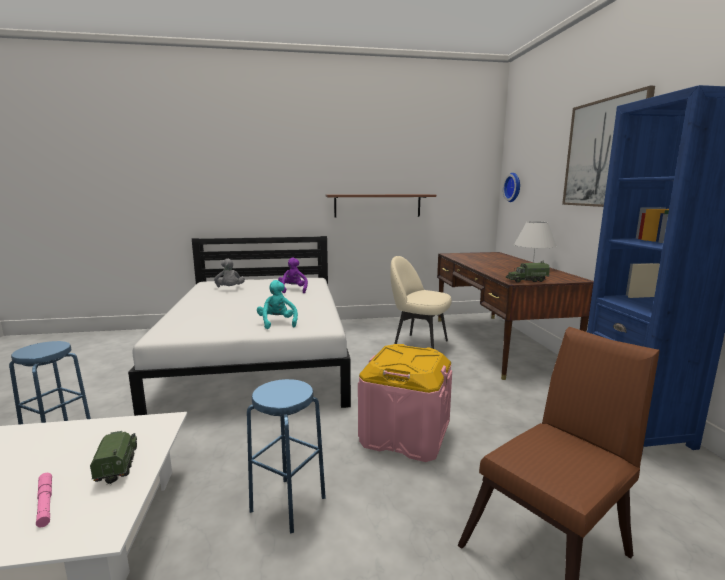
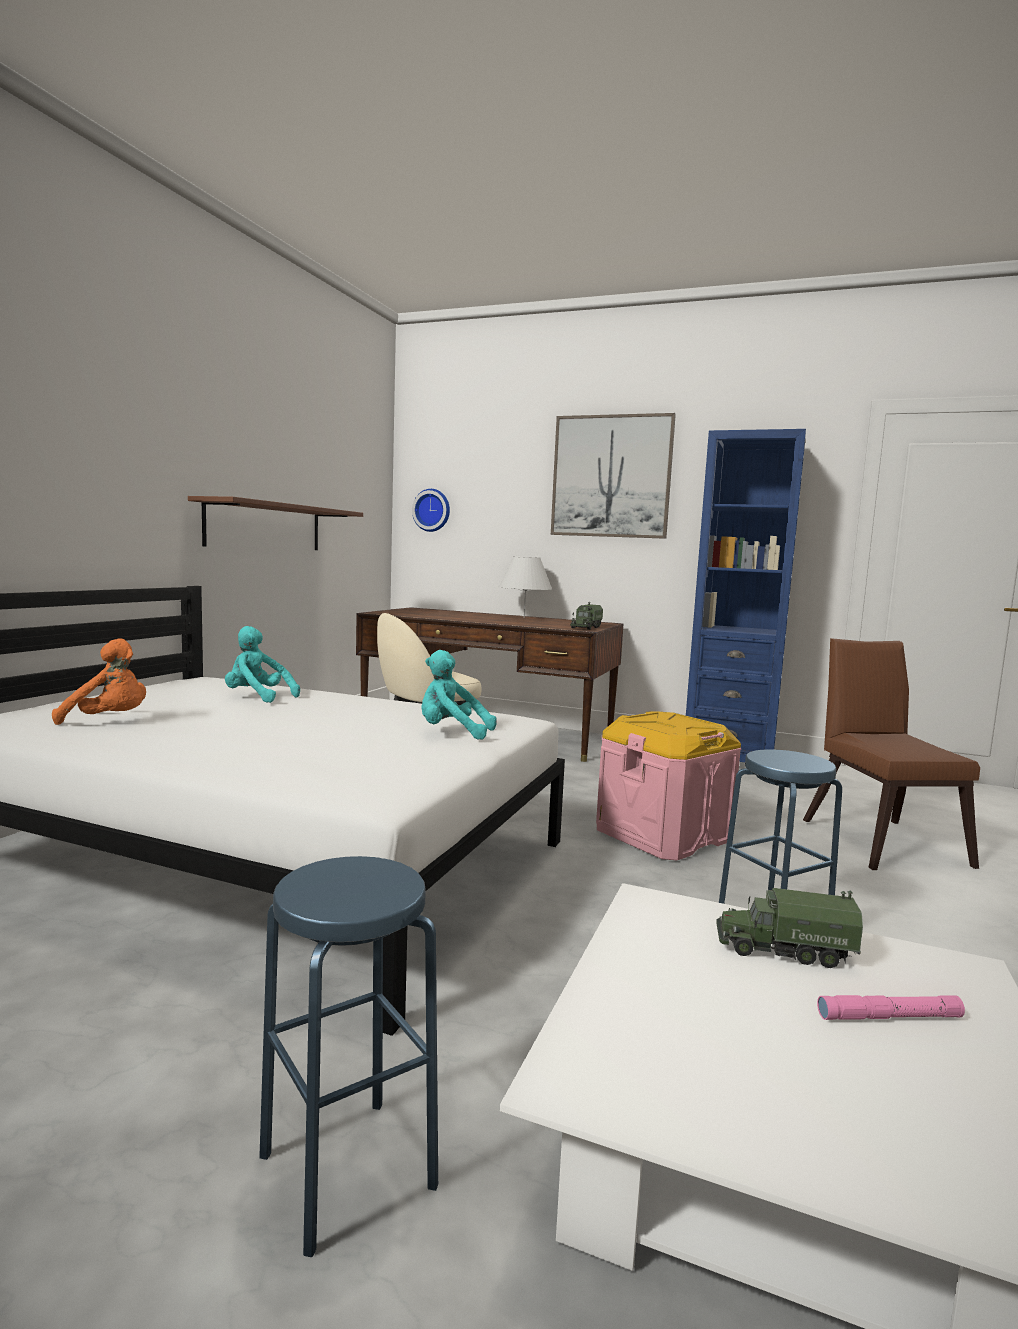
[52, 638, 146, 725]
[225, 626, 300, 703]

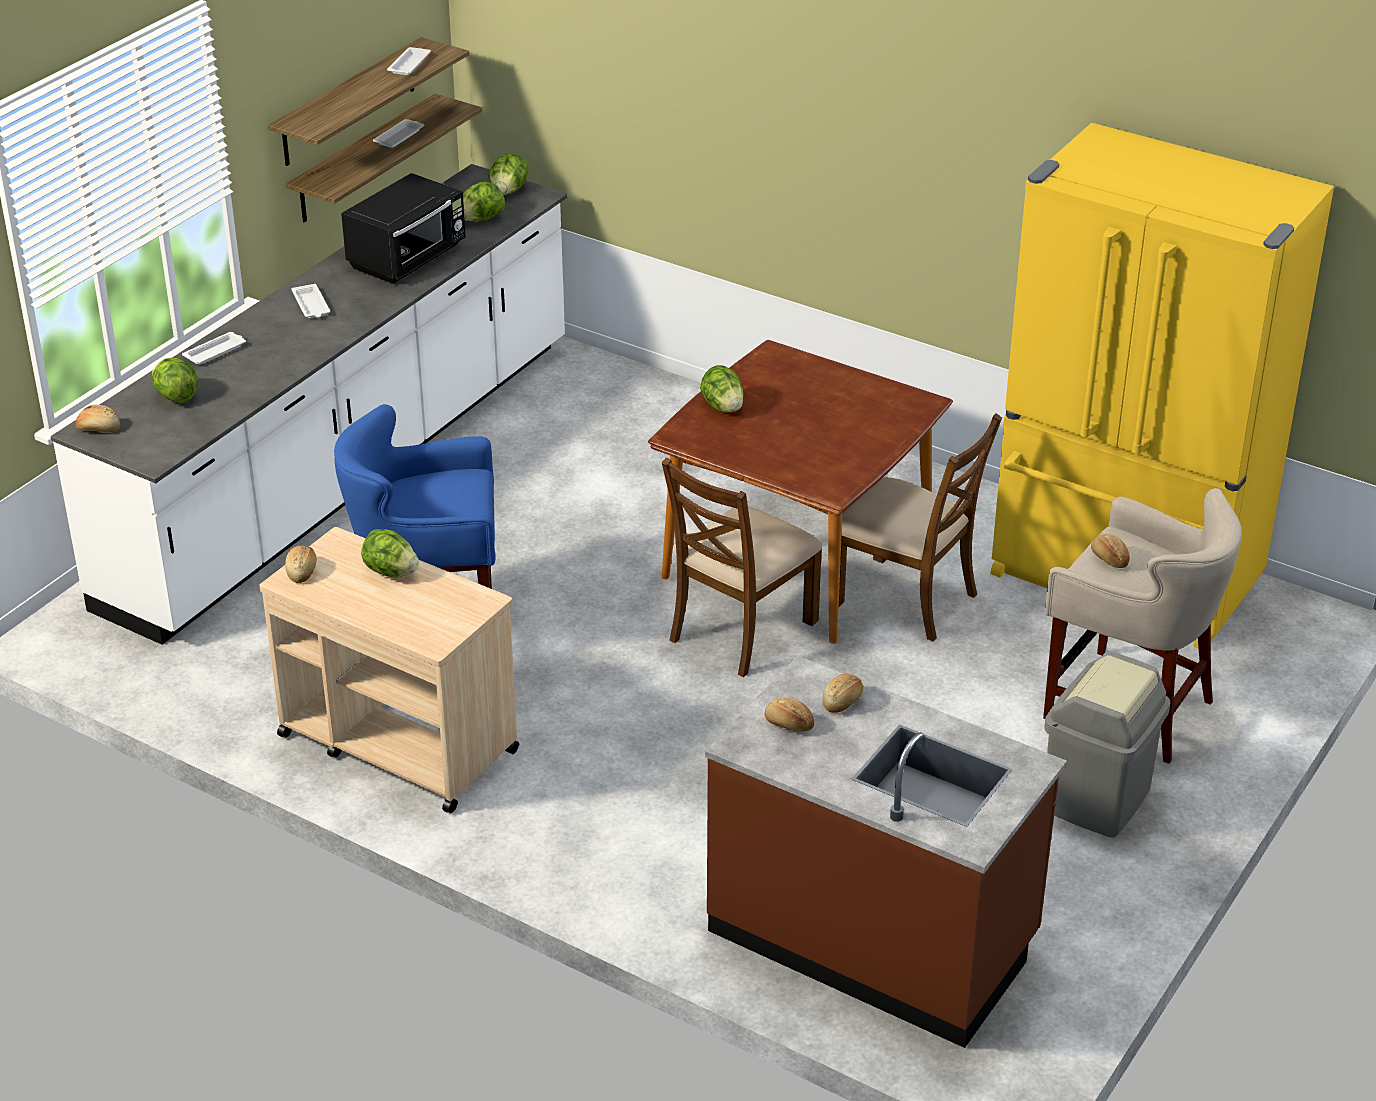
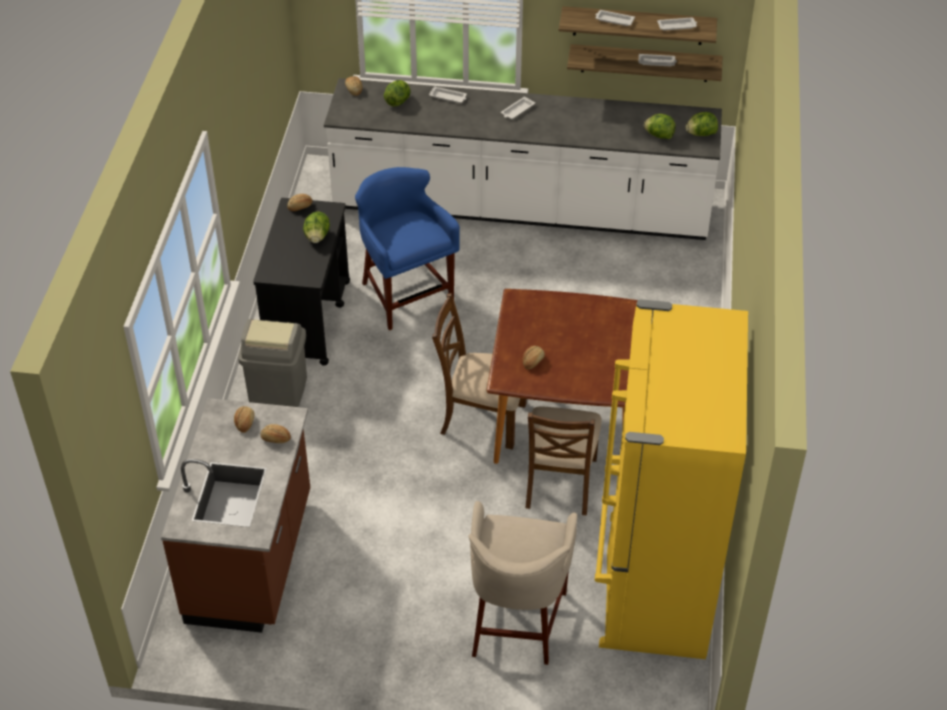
[341, 173, 466, 284] (first image)
[700, 365, 744, 412] (first image)
[595, 10, 635, 26]
[238, 319, 307, 407]
[523, 346, 545, 369]
[253, 198, 350, 366]

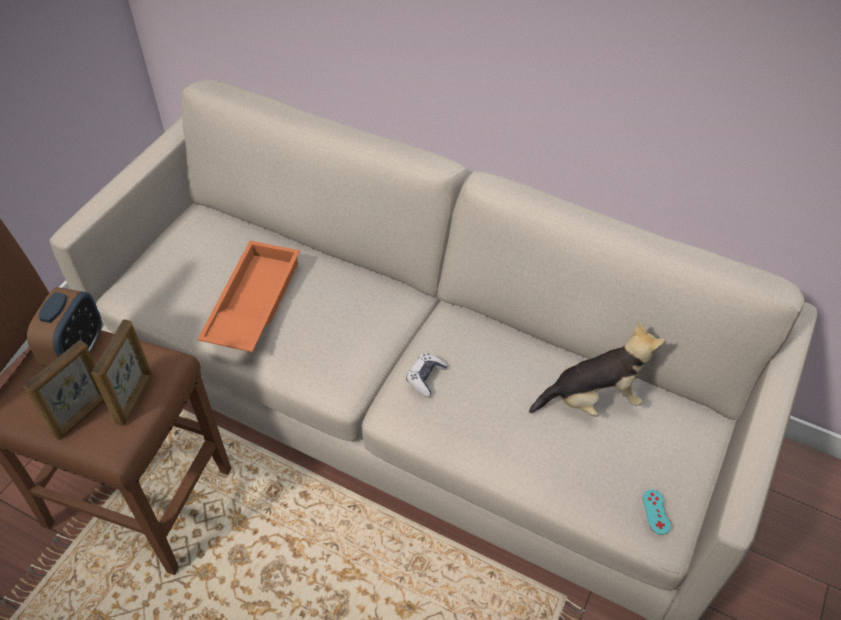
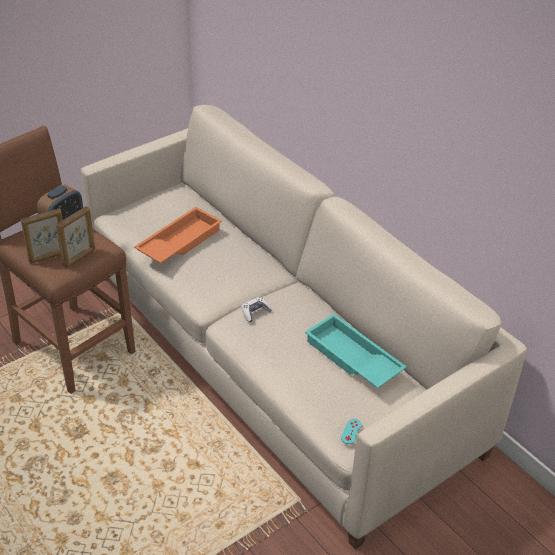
[305, 314, 407, 388]

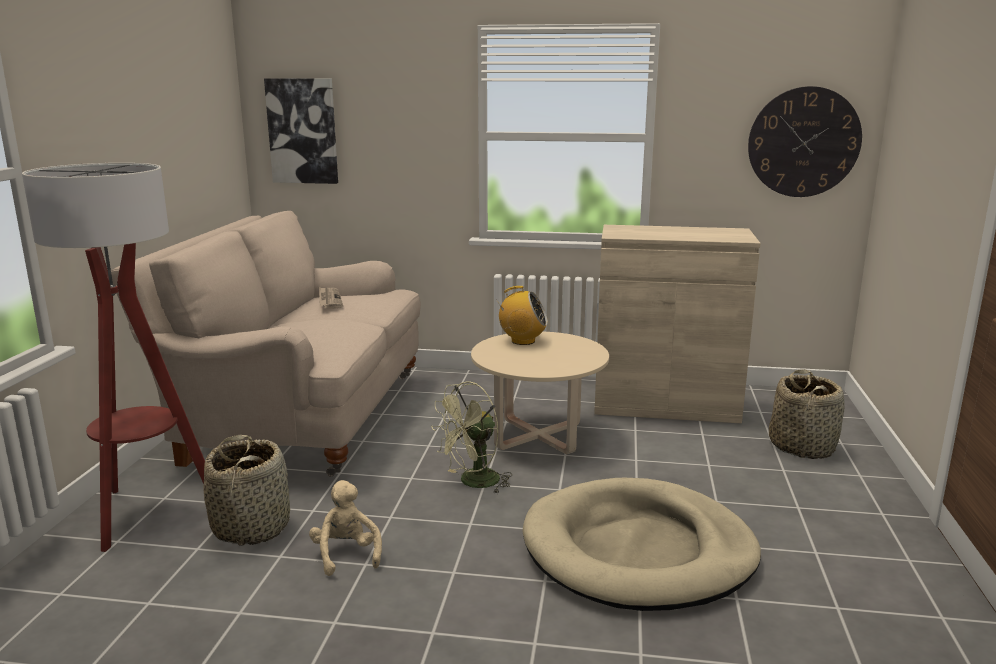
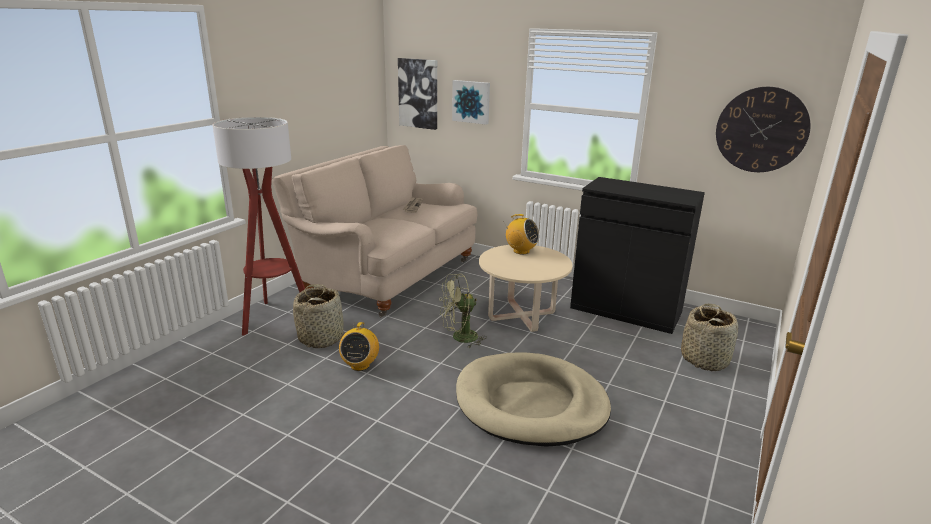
[452, 80, 490, 125]
[339, 322, 379, 371]
[570, 177, 705, 334]

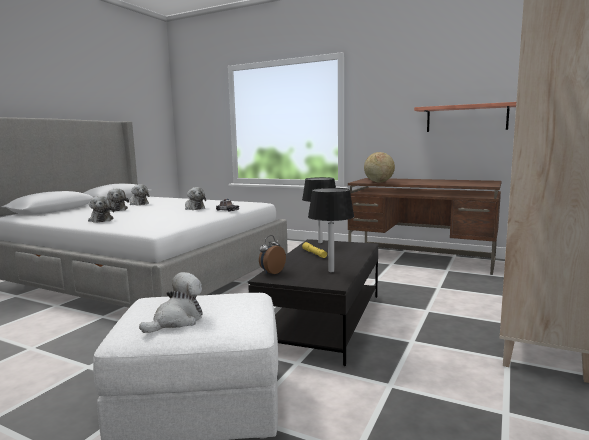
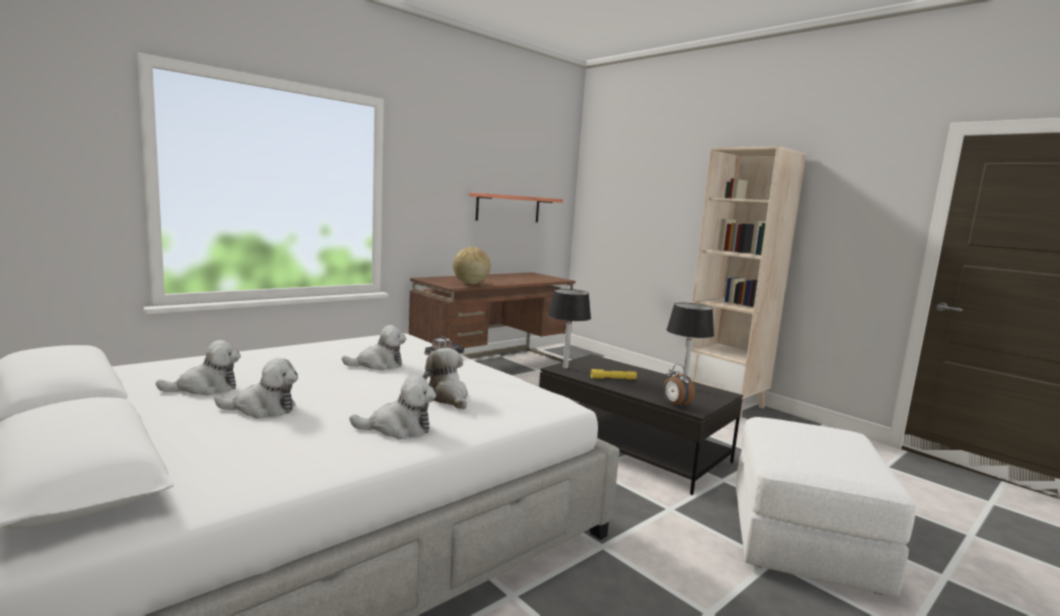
[423, 348, 468, 409]

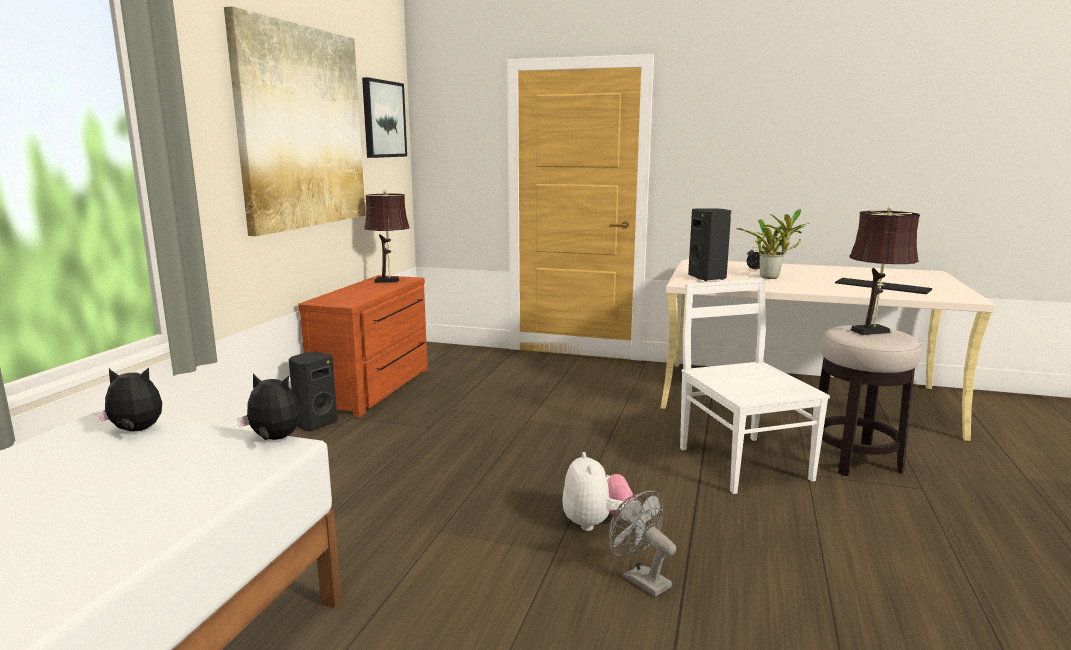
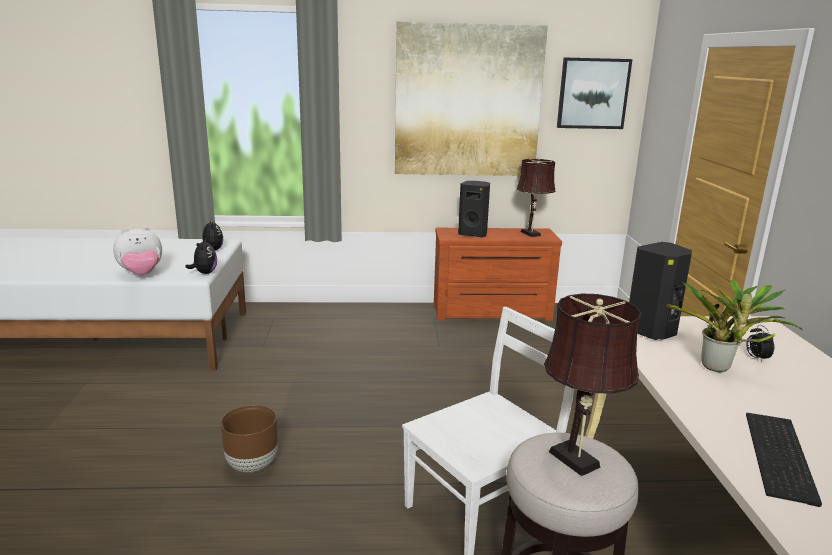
[458, 181, 490, 238]
[113, 226, 162, 275]
[221, 405, 278, 473]

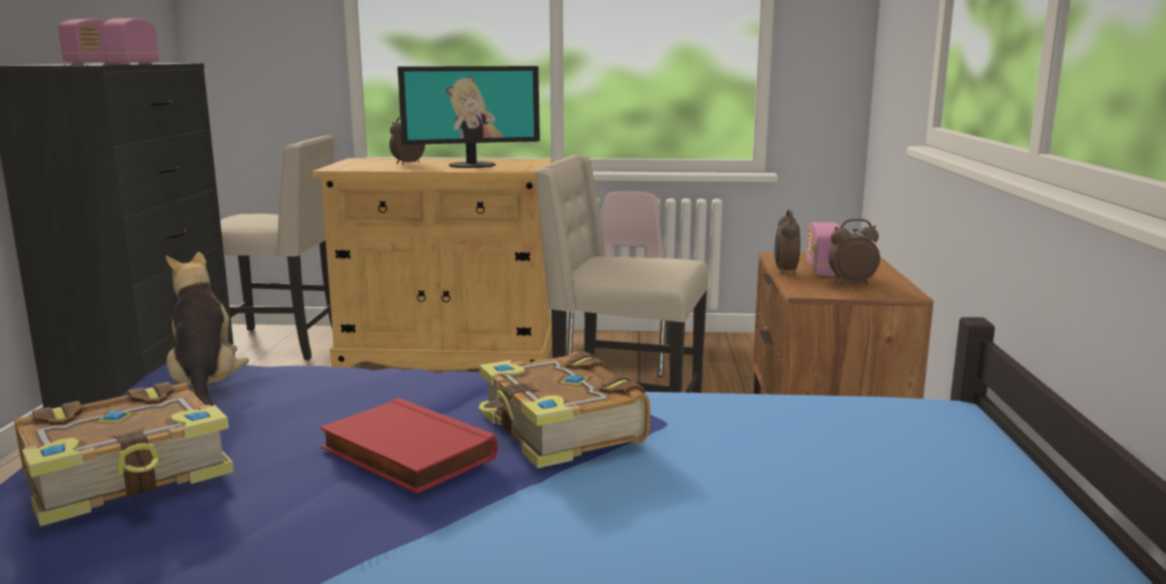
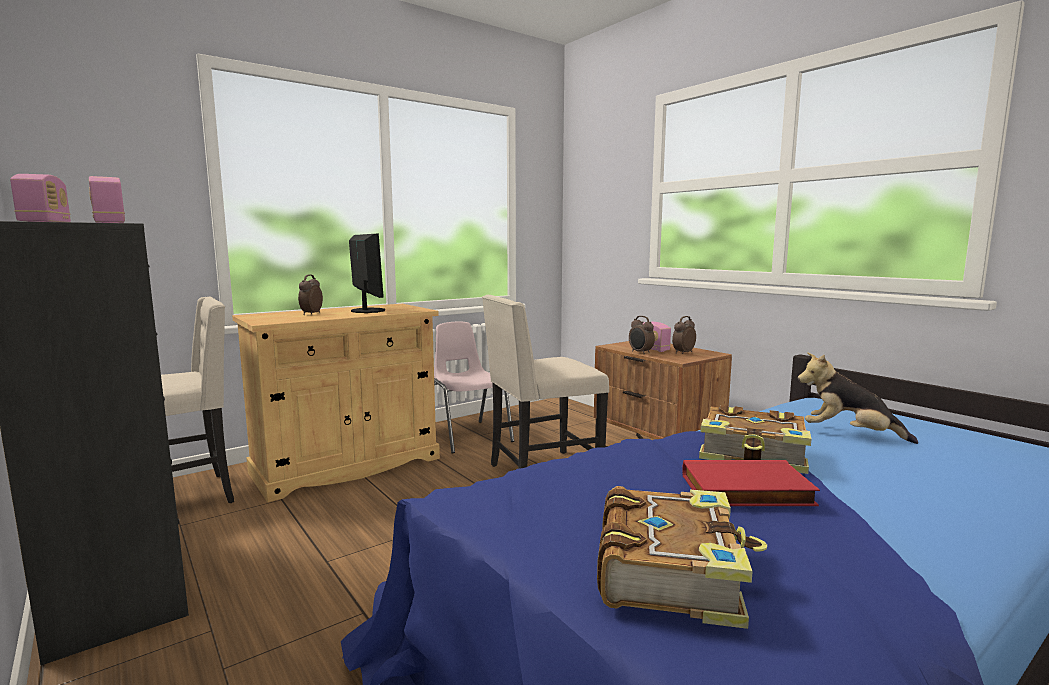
[798, 352, 918, 444]
[349, 234, 385, 313]

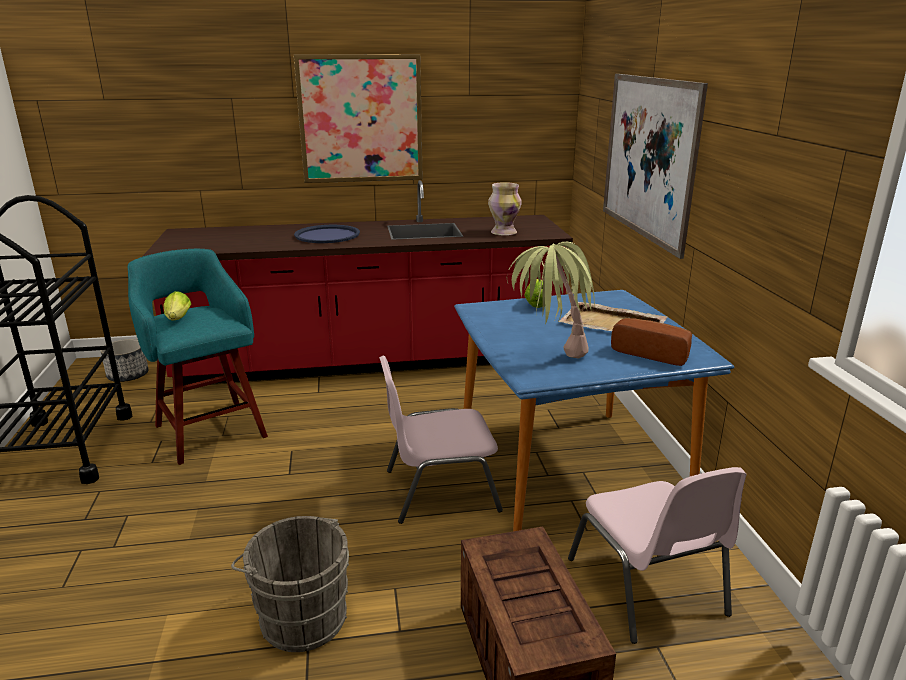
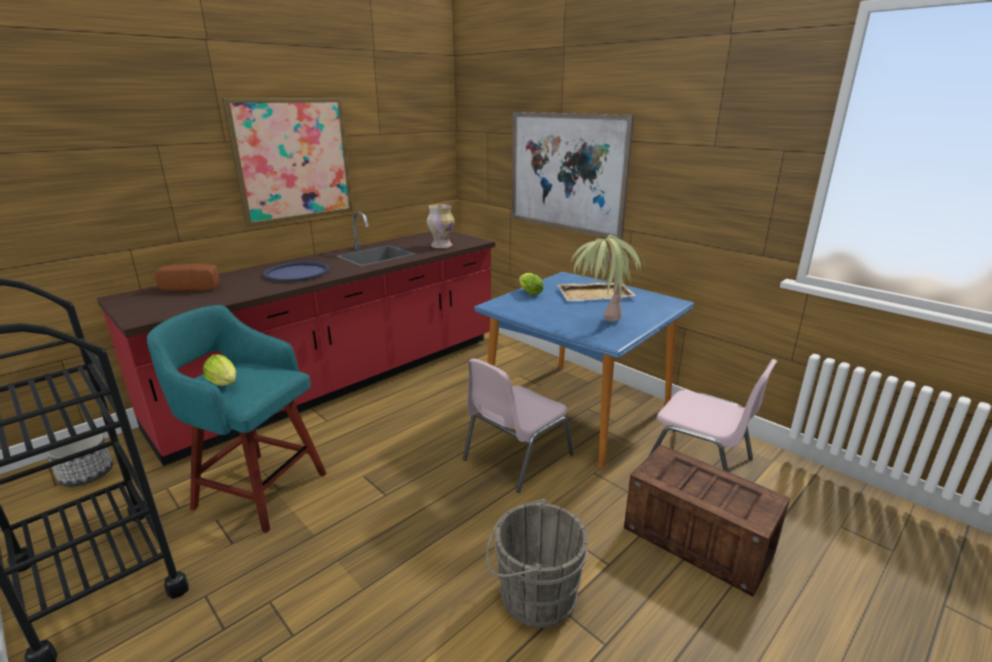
[155, 264, 219, 291]

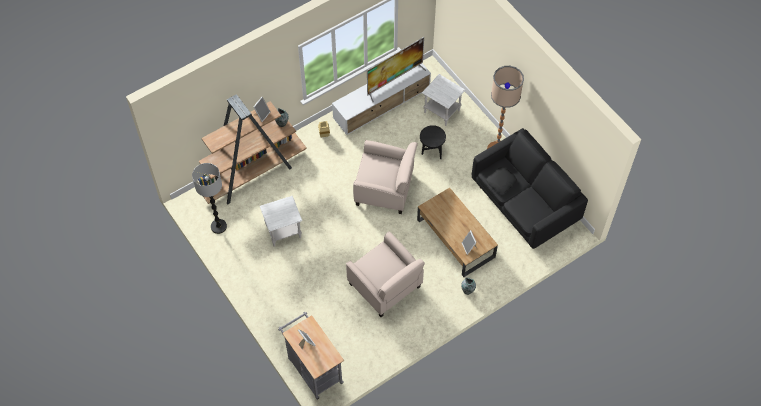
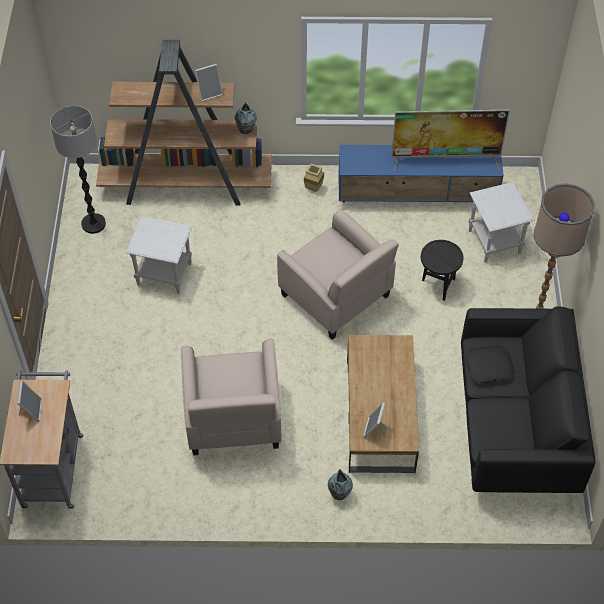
[338, 145, 504, 203]

